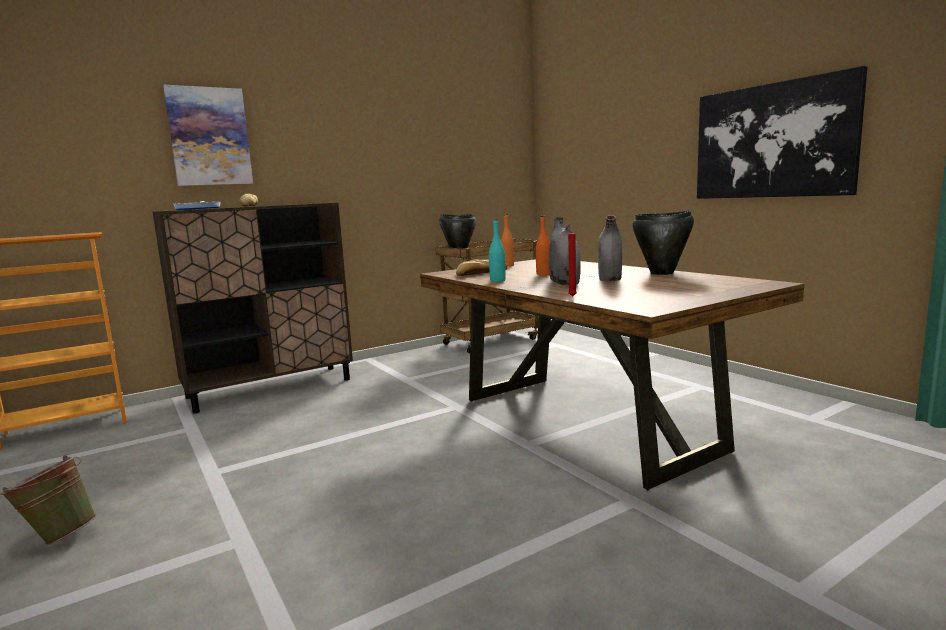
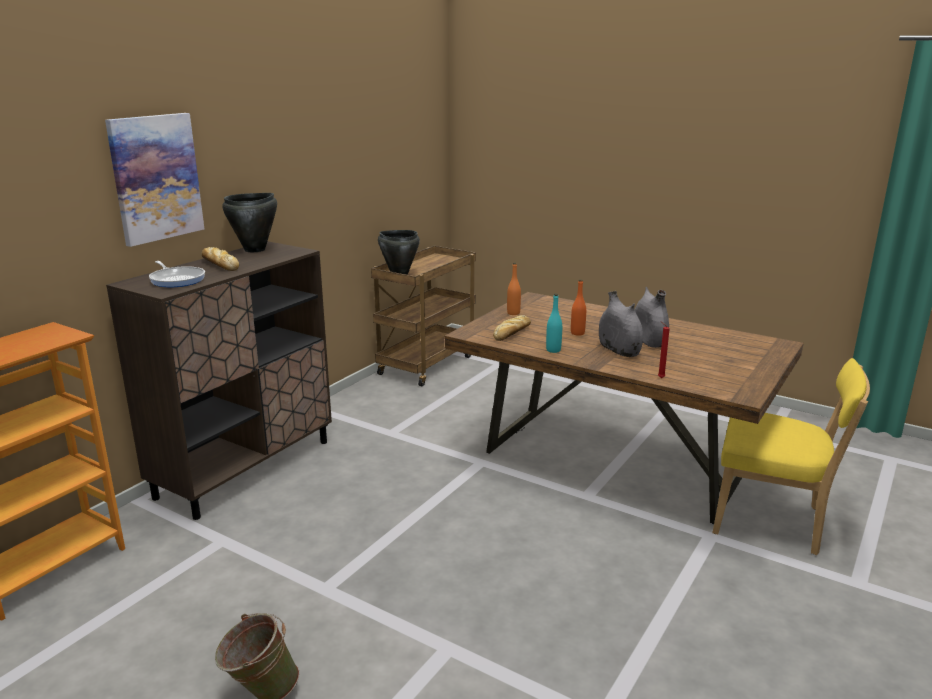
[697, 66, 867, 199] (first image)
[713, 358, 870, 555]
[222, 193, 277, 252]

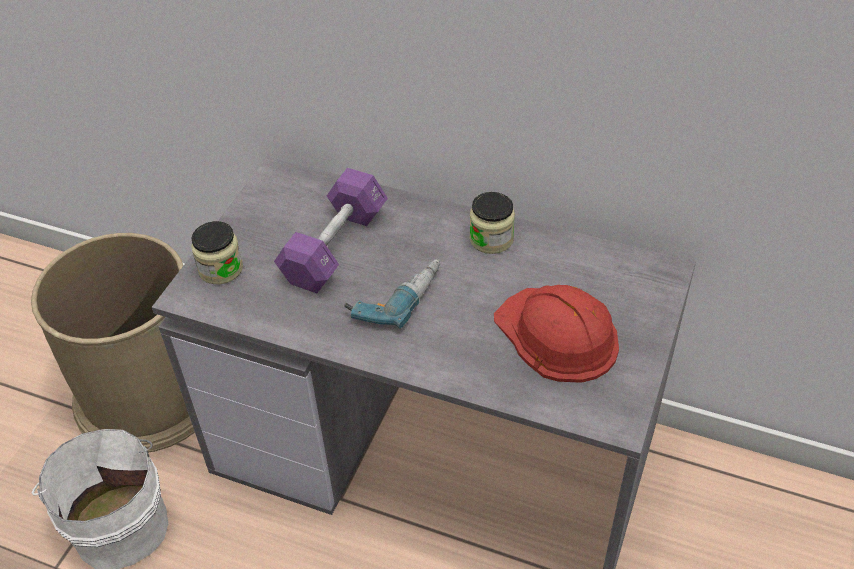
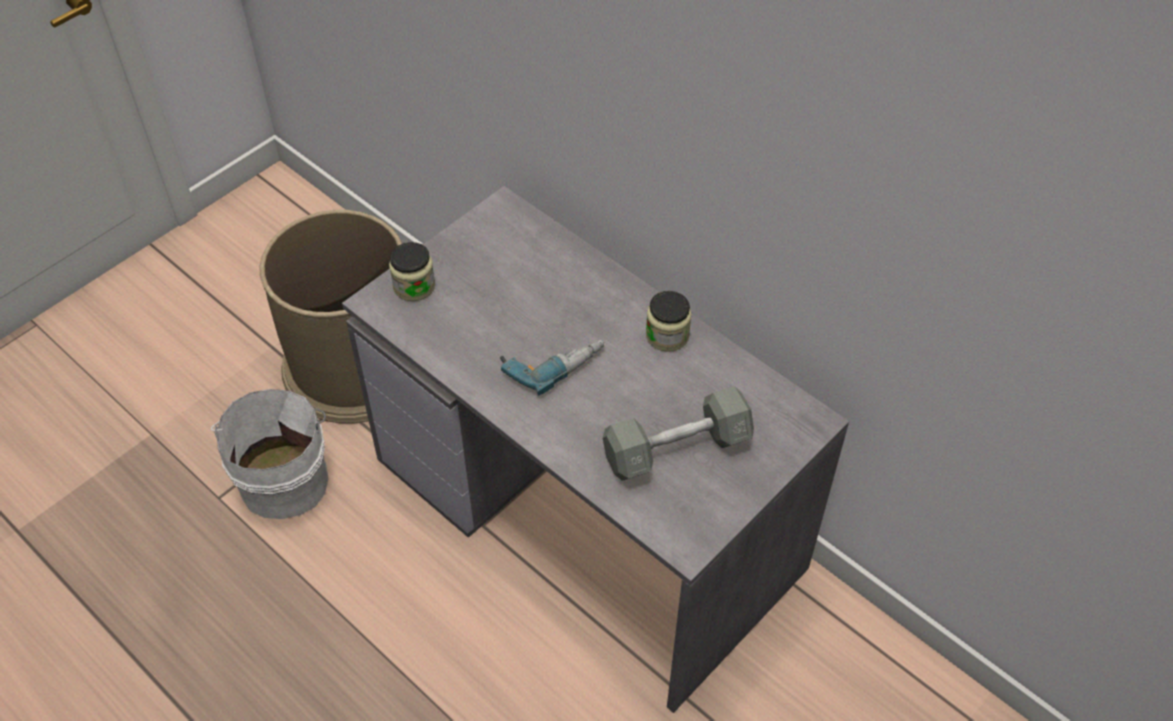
[274, 168, 388, 293] (first image)
[603, 386, 754, 481]

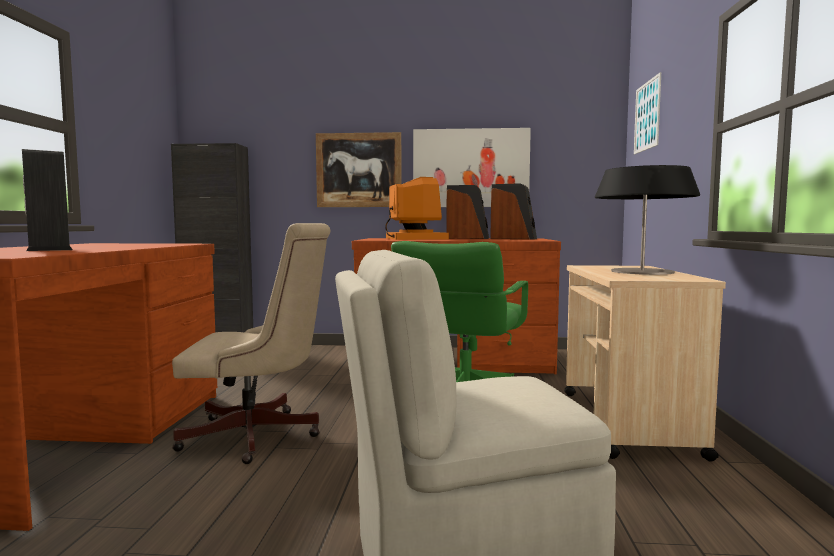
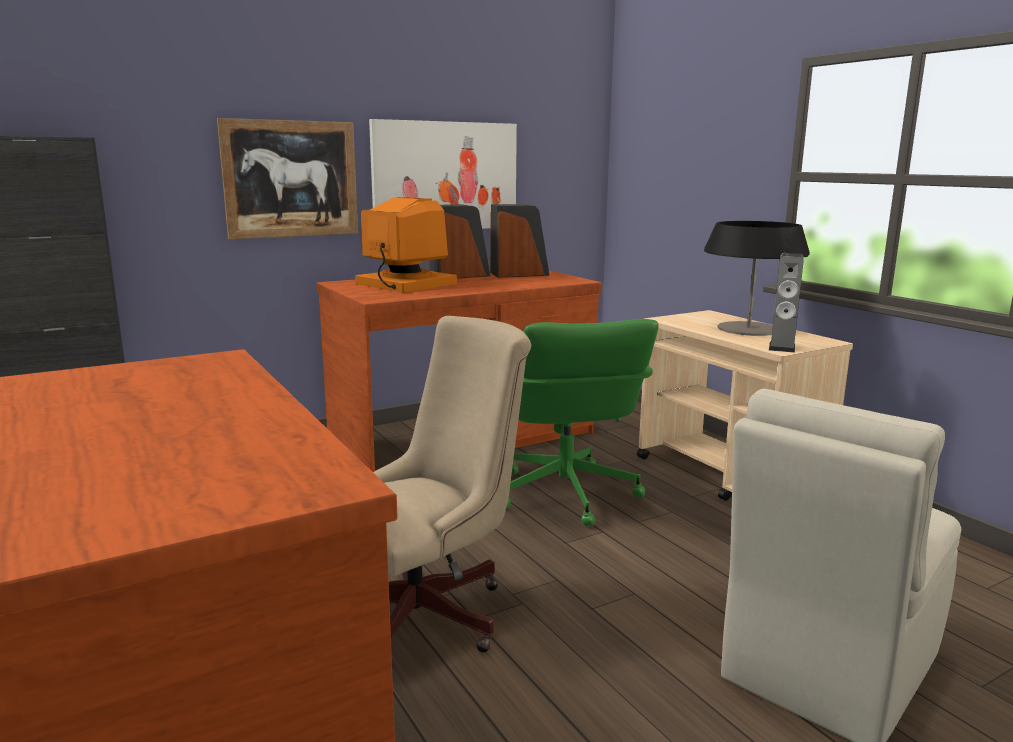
[634, 72, 661, 154] (first image)
[769, 253, 804, 353]

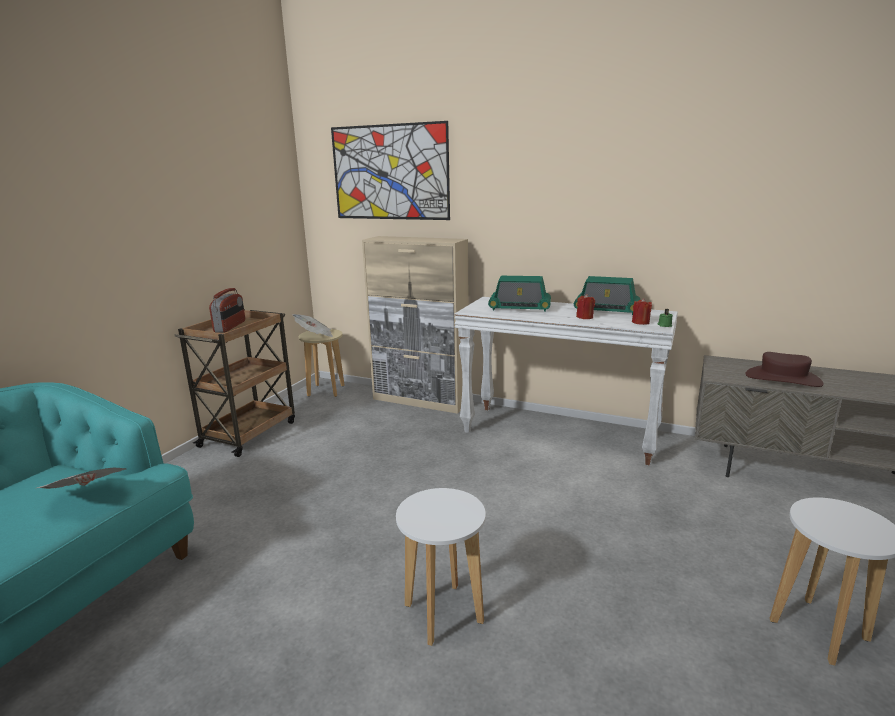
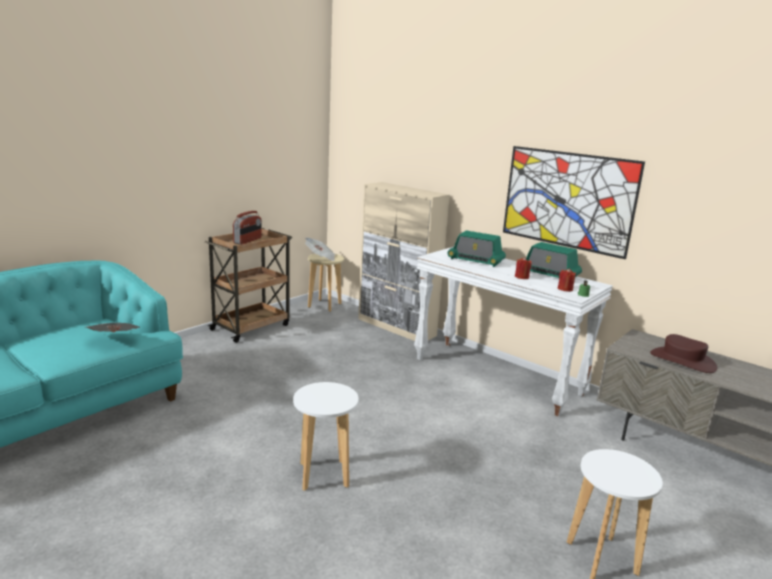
[503, 146, 645, 259]

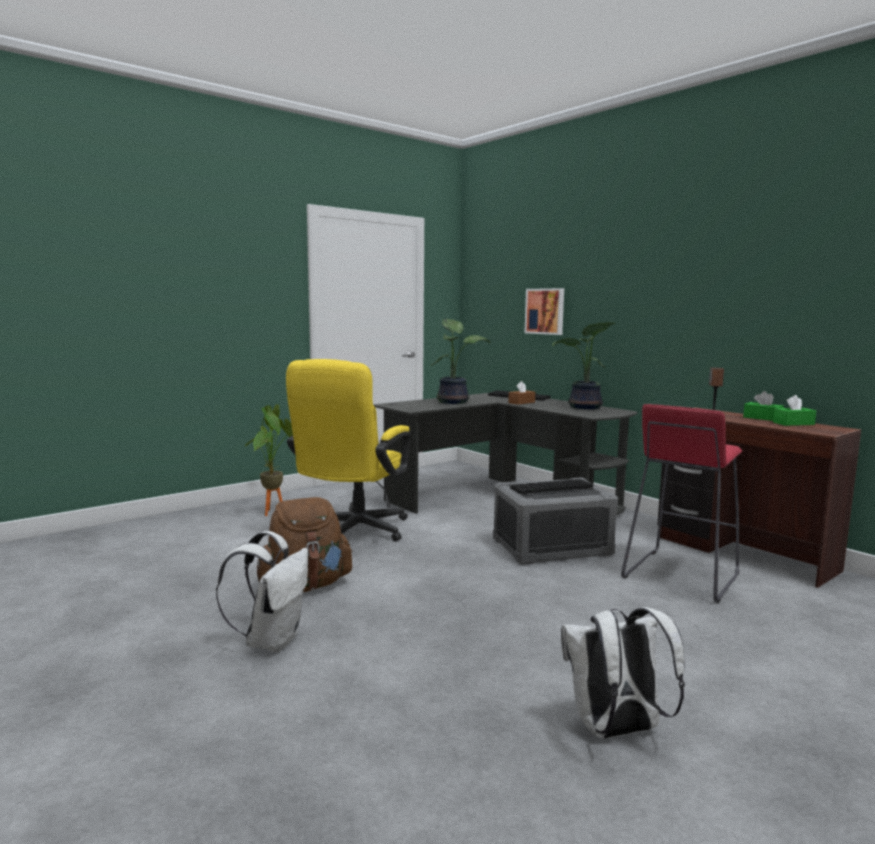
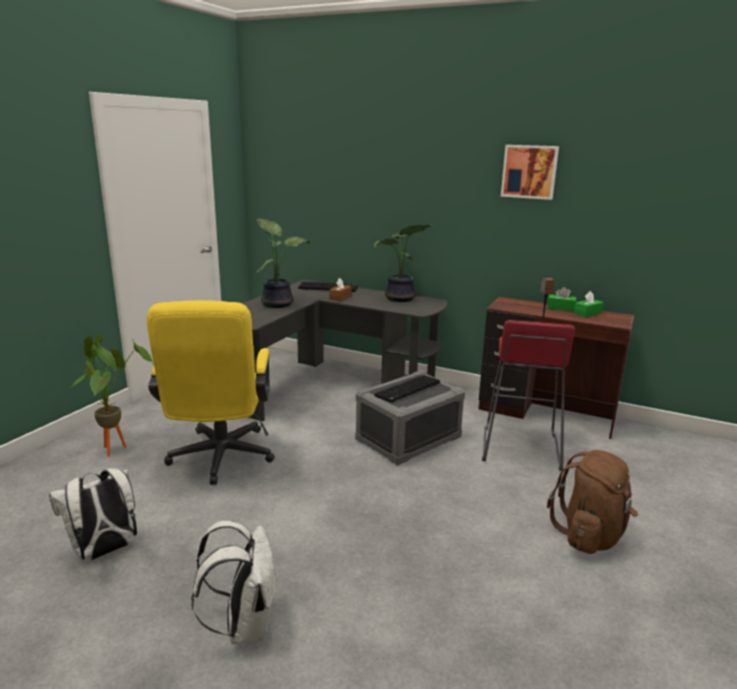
[547, 450, 638, 554]
[501, 145, 559, 200]
[49, 468, 137, 561]

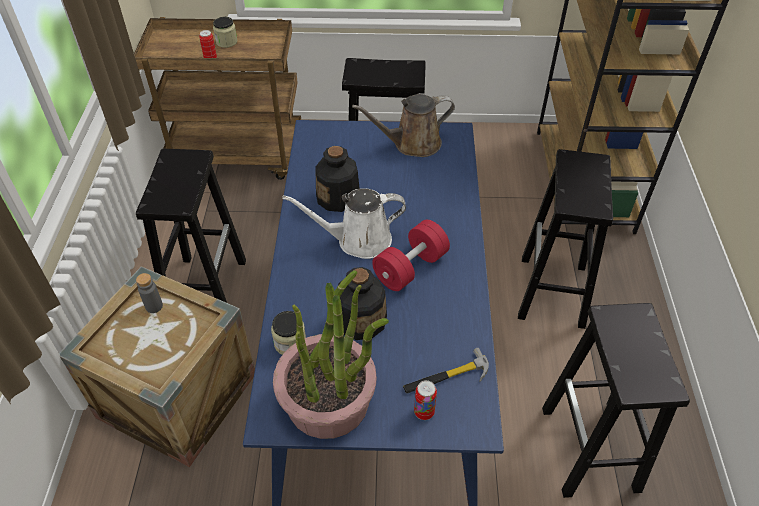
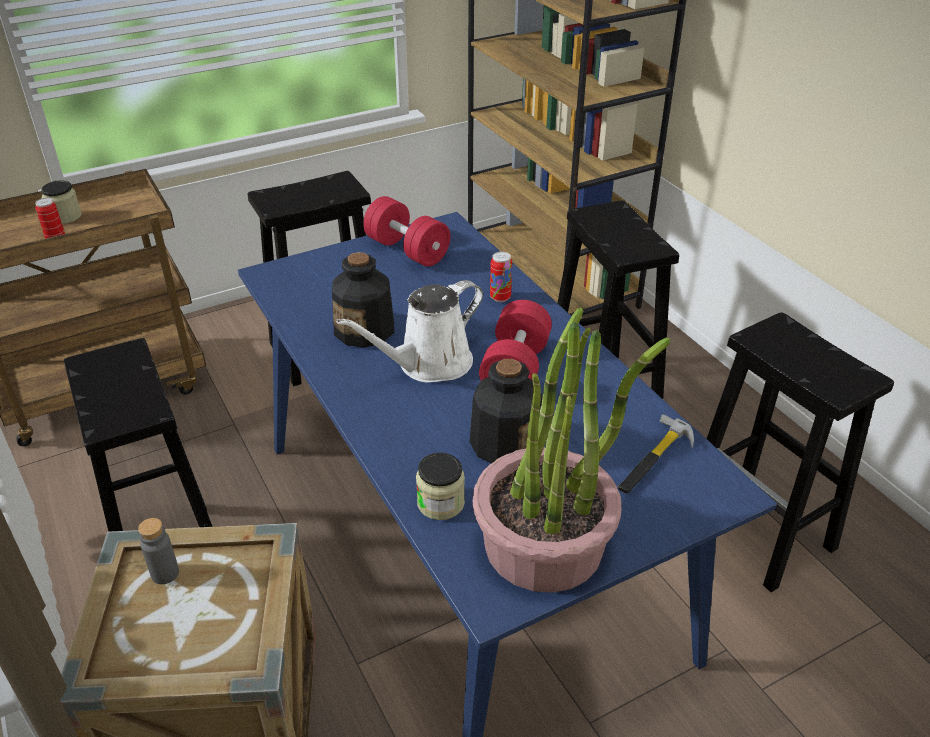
[490, 251, 512, 302]
[363, 196, 450, 267]

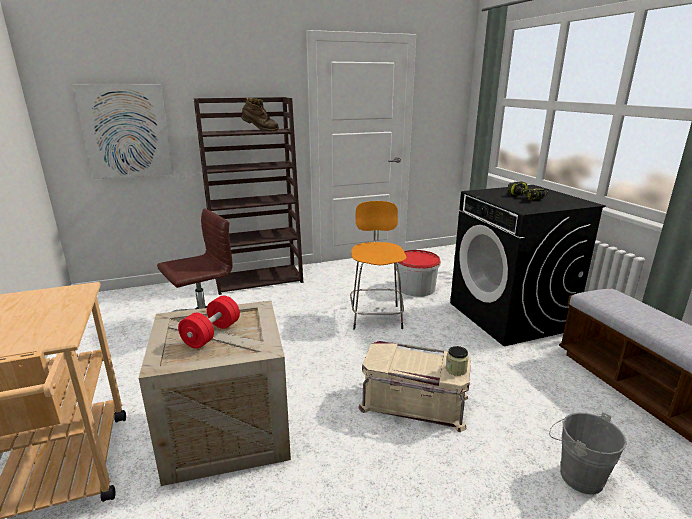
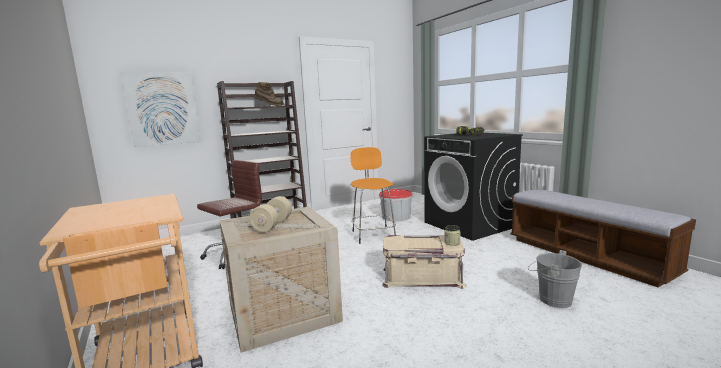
[249, 196, 292, 232]

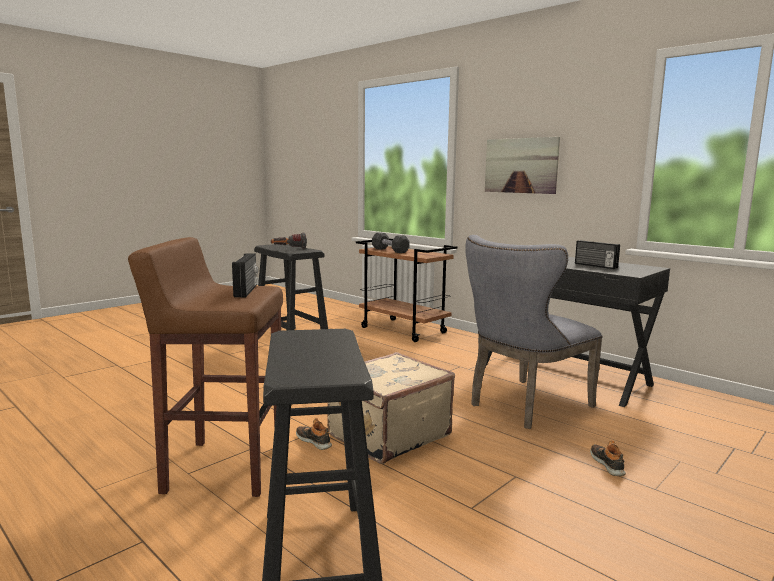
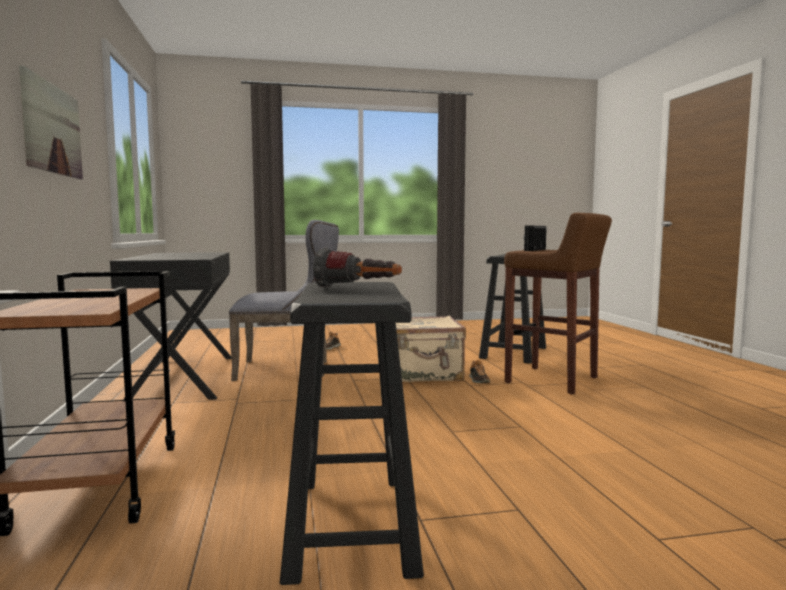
[372, 233, 410, 253] (first image)
[575, 240, 620, 269] (first image)

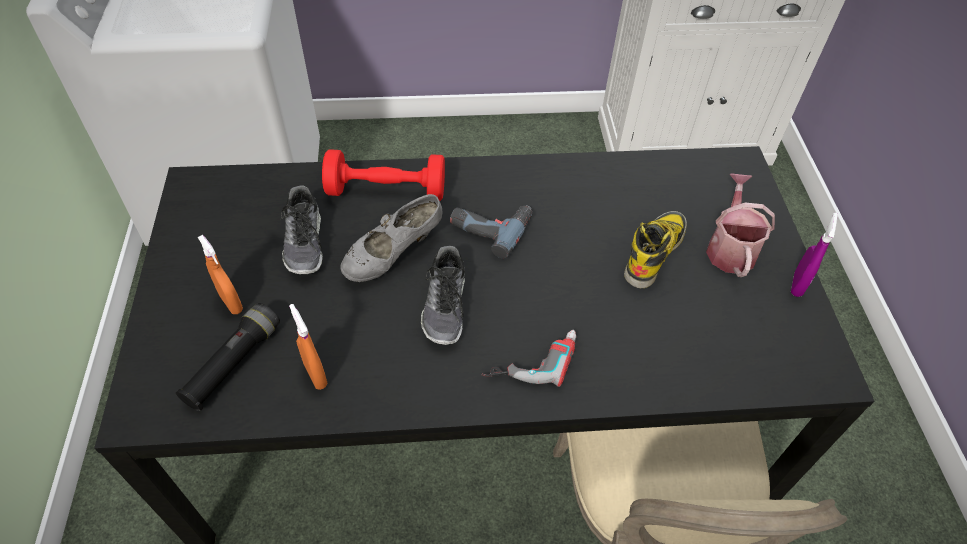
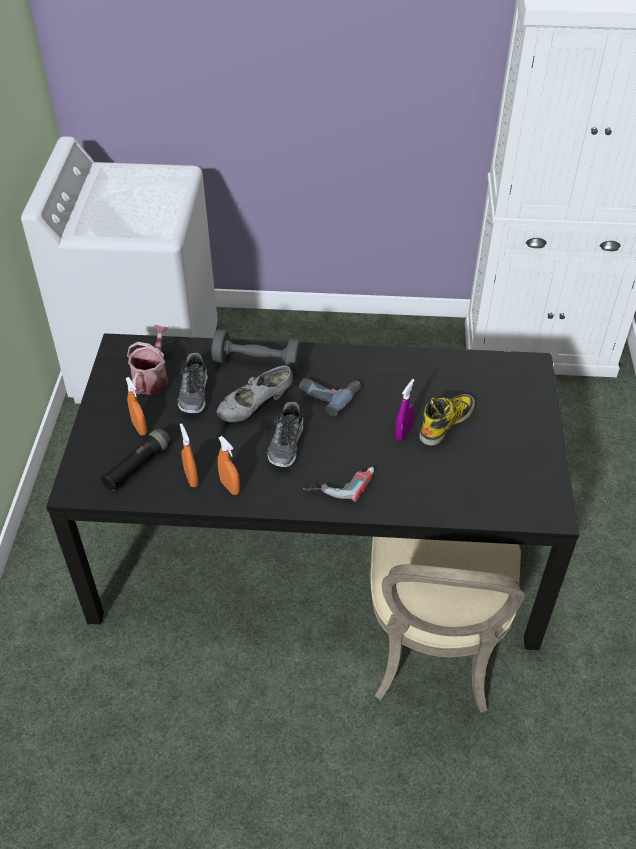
[218, 436, 240, 495]
[127, 325, 168, 395]
[395, 379, 415, 441]
[211, 329, 302, 373]

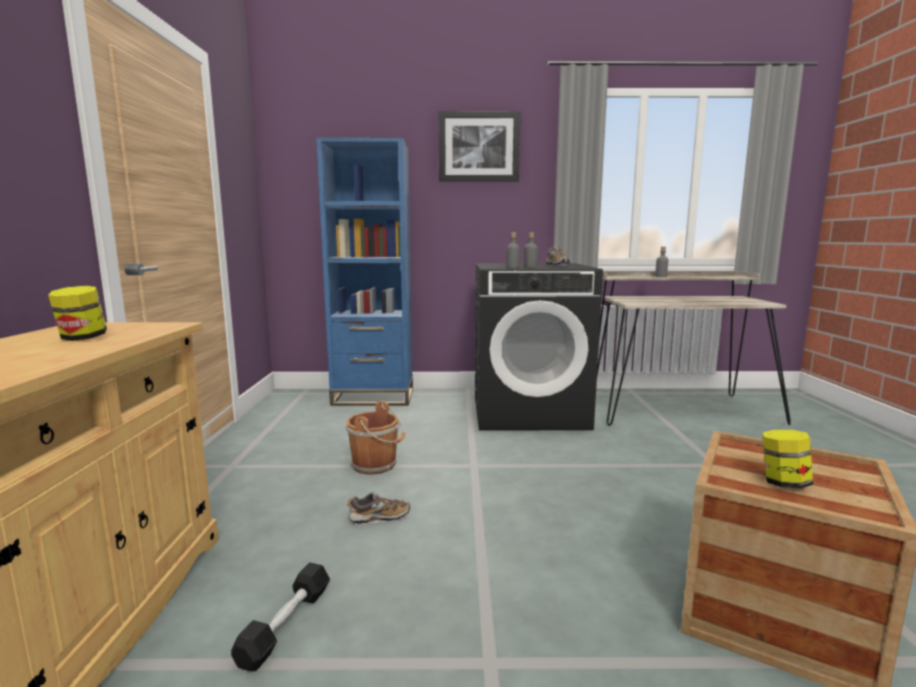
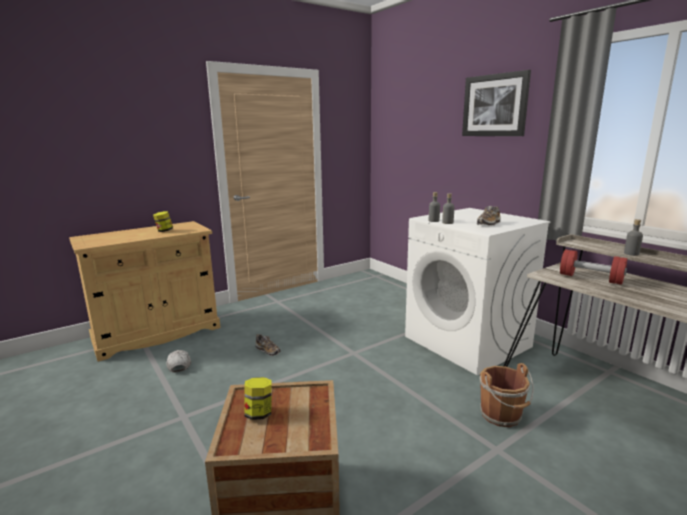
[316, 138, 413, 406] (first image)
[560, 249, 627, 285]
[480, 363, 534, 427]
[166, 350, 191, 373]
[405, 208, 551, 376]

